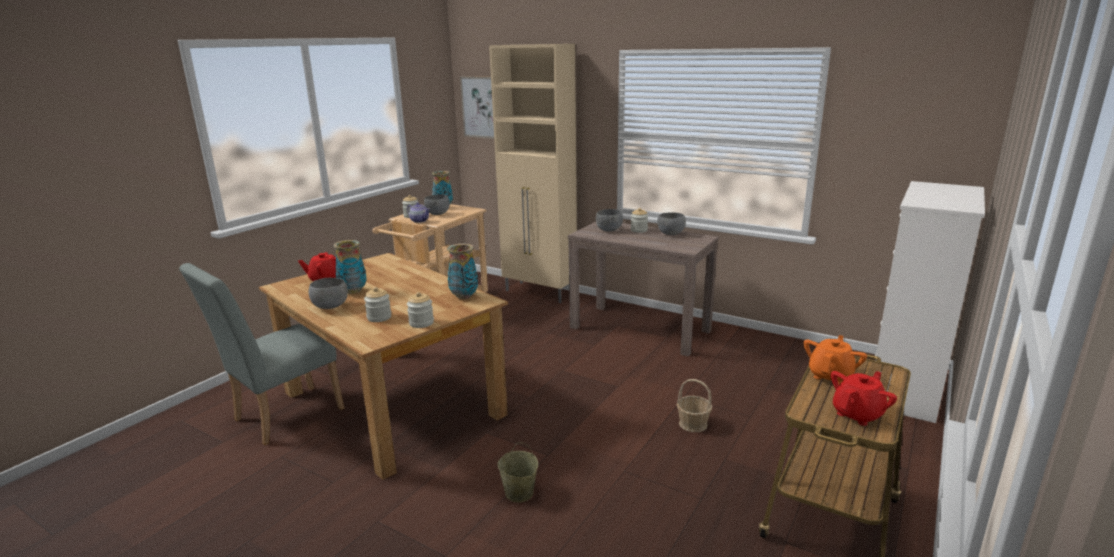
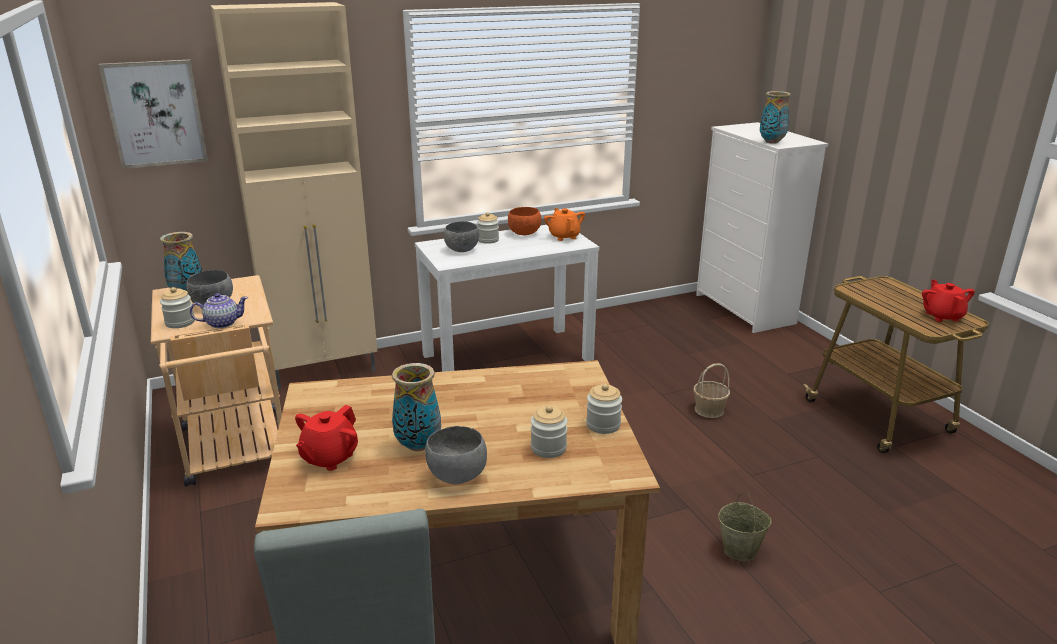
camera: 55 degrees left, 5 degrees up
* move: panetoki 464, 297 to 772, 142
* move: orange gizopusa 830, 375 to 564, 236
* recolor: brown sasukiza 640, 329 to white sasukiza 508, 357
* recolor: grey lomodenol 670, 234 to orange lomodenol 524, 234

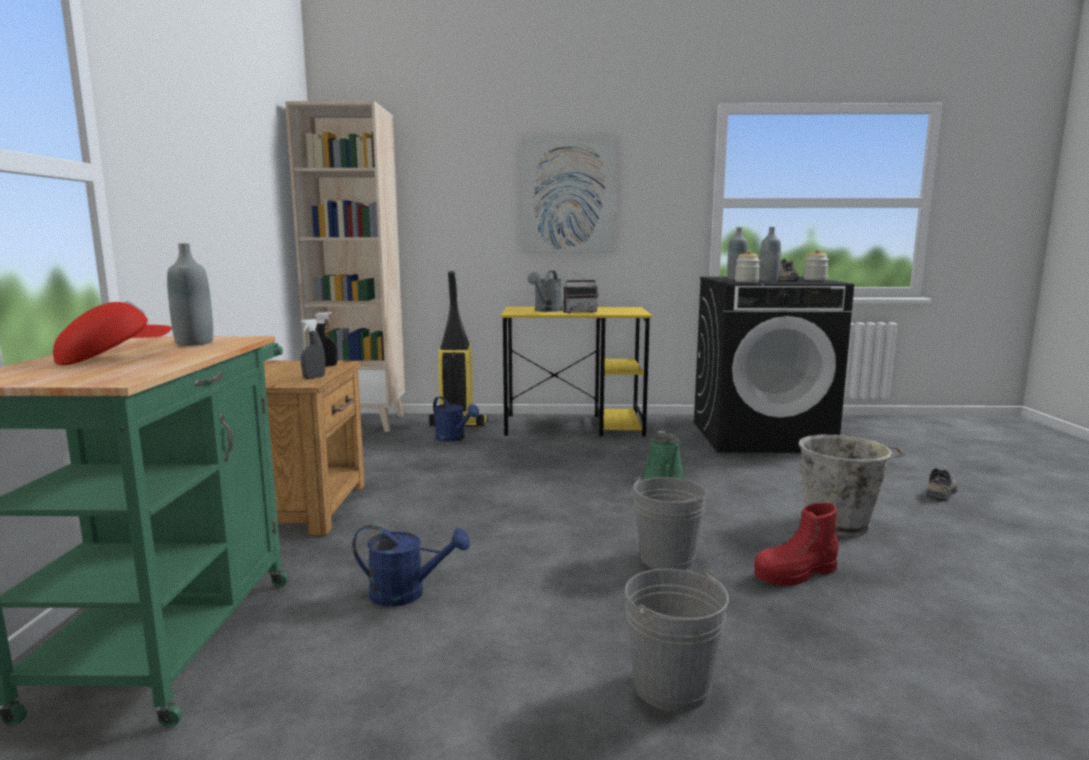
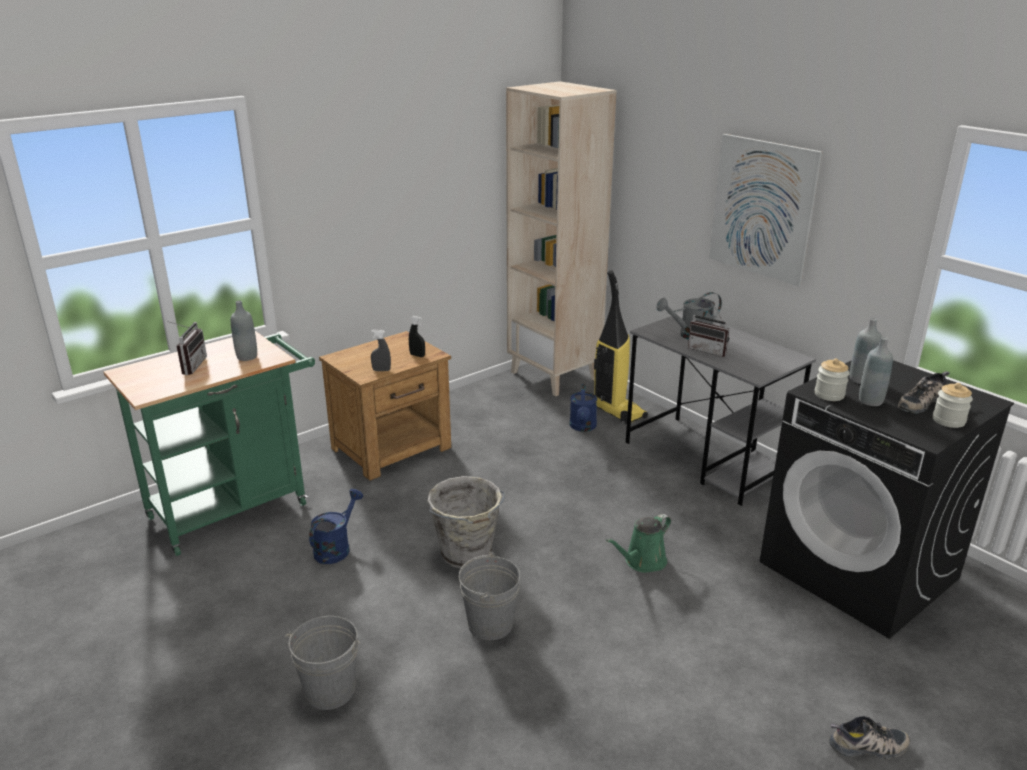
camera: 50 degrees right, 15 degrees up
* delete: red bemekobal 795, 574
* move: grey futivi 840, 524 to 467, 554
* replace: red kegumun 114, 358 to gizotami 189, 366
* recolor: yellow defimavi 575, 425 to grey defimavi 707, 459
* rotate: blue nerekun 407, 593 = 336, 548 120 degrees counterclockwise

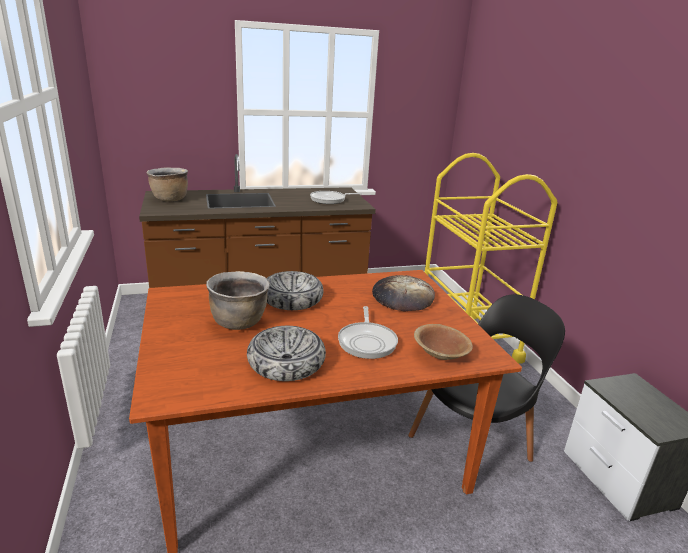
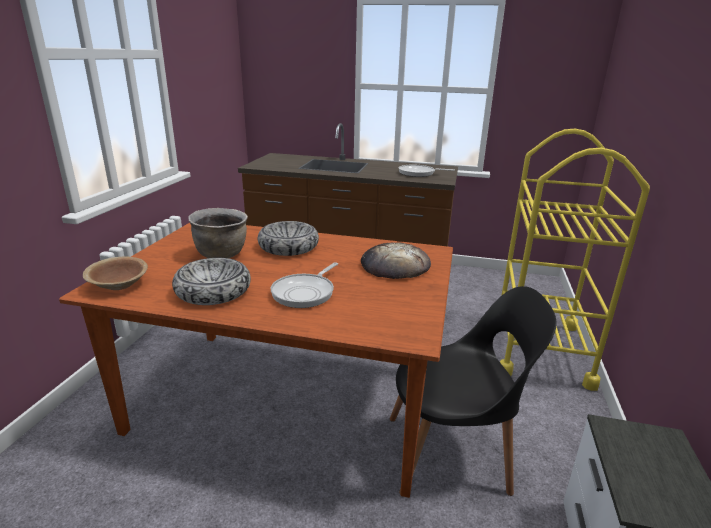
camera: 30 degrees right, 0 degrees up
* delete: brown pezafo 169, 199
* move: brown lomodenol 440, 354 to 119, 285

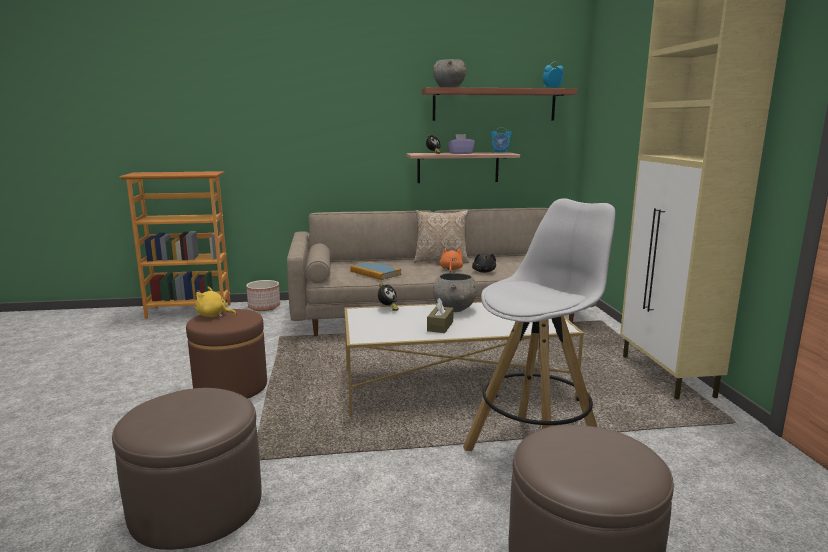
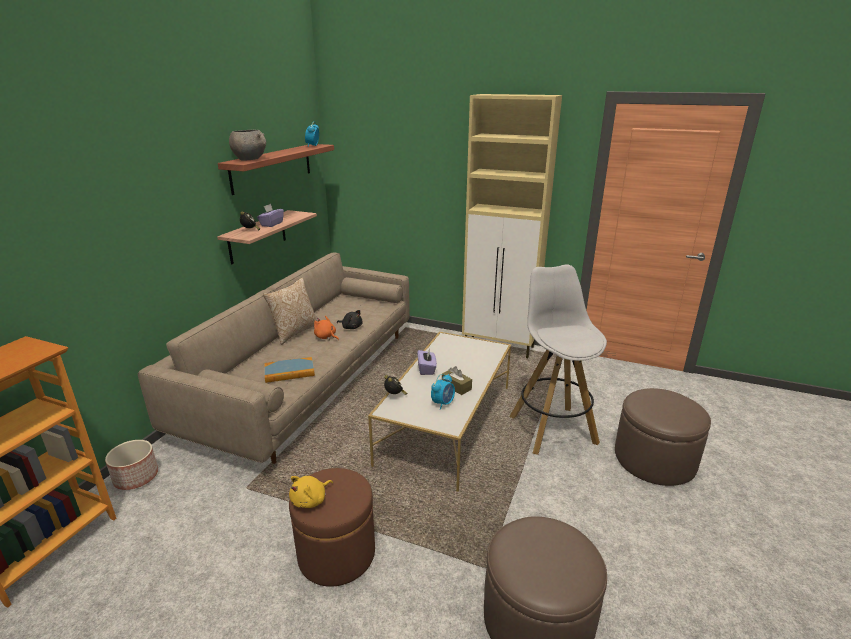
camera: 60 degrees left, 10 degrees up
* move: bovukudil 500, 153 to 443, 403
* replace: grey lomodenol 454, 309 to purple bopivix 426, 369

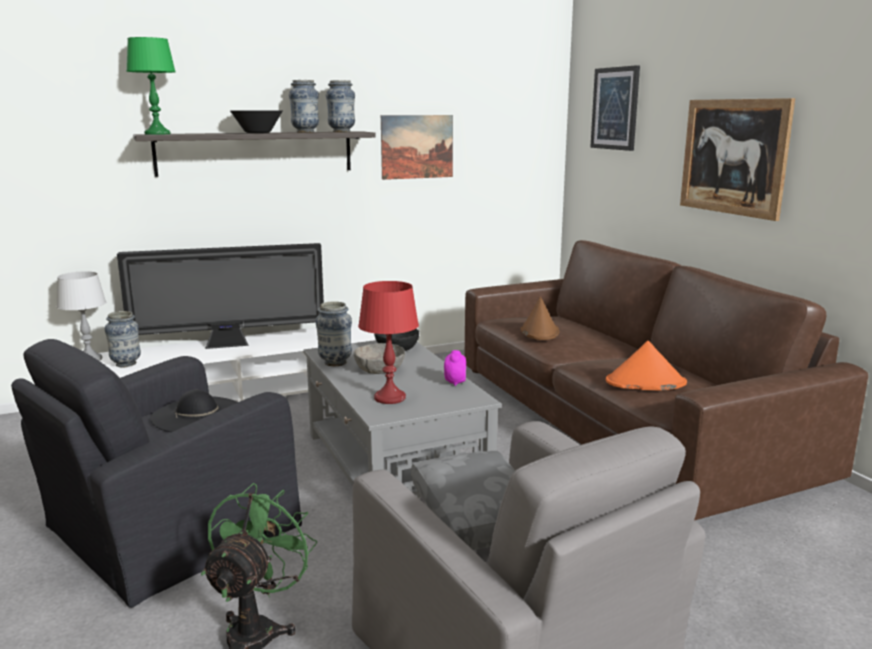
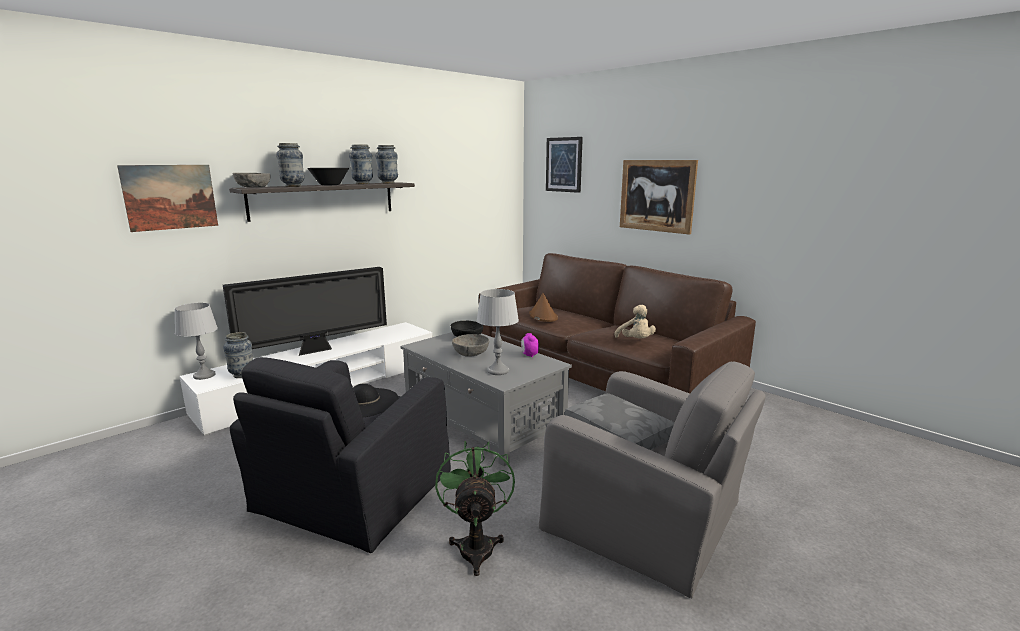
camera: 20 degrees left, 0 degrees up
* move: panetoki 335, 363 to 293, 186
* move: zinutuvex 417, 147 to 170, 197
* replace: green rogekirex 157, 134 to grey lomodenol 253, 187
* replace: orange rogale 645, 382 to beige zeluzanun 635, 341
* recolor: red rogekirex 390, 398 to grey rogekirex 498, 371

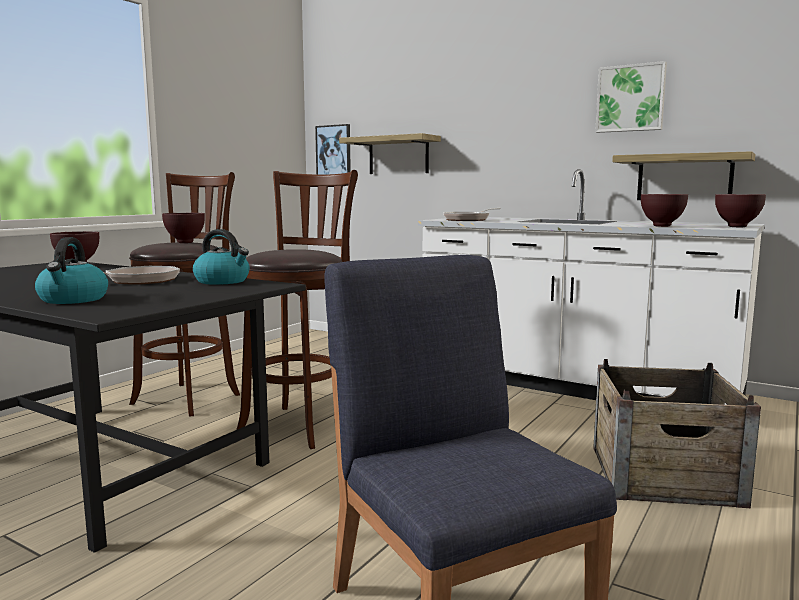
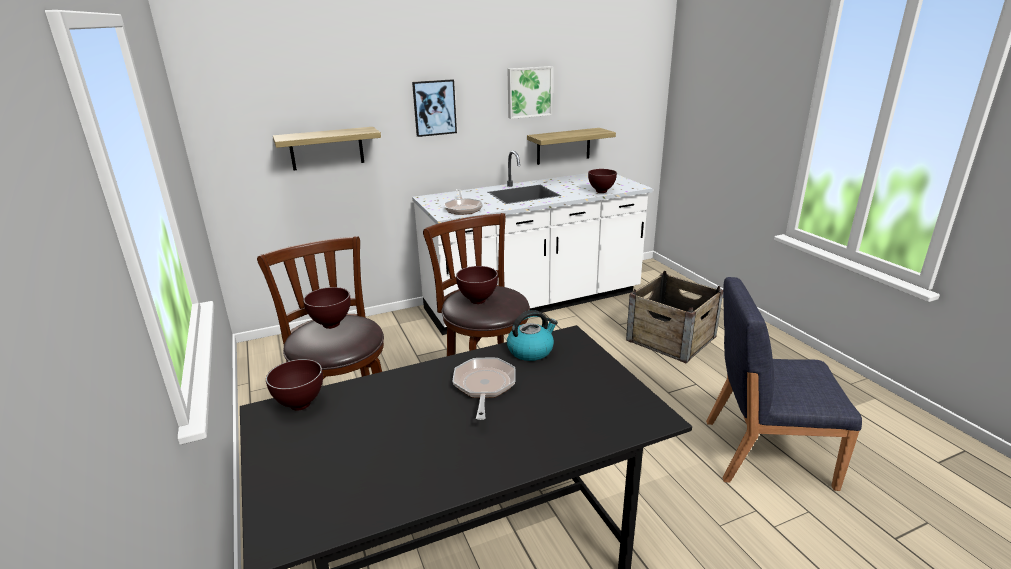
camera: 55 degrees left, 15 degrees up
* delete: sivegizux 73, 299
* move: zinutuvex 334, 151 to 434, 108
* move: brown lomodenol 736, 227 to 477, 301

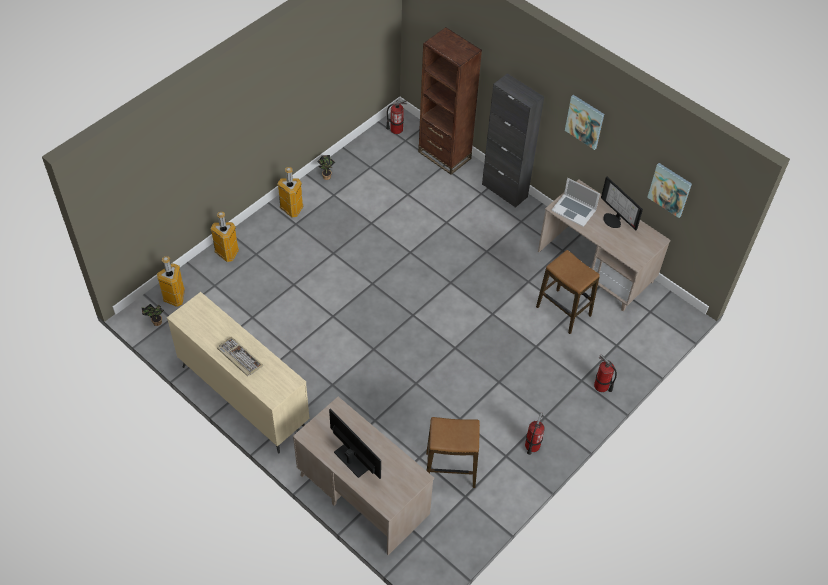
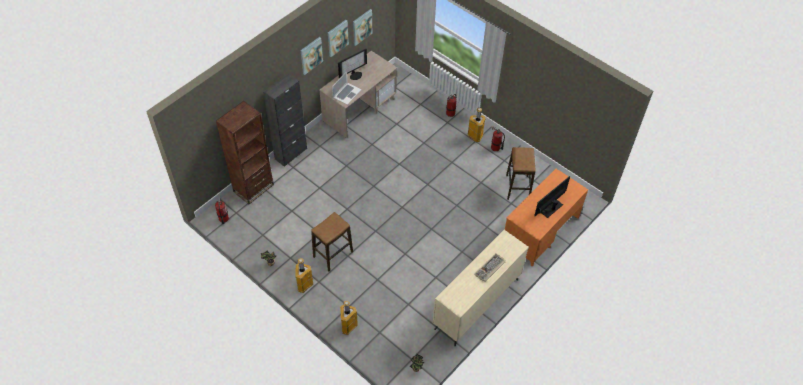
camera: 90 degrees left, 0 degrees up
* insert: zinutuvex 337, 37
* move: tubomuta 175, 297 to 475, 136
* move: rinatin 563, 311 to 333, 254
* recolor: beige defimavi 362, 494 to orange defimavi 540, 232

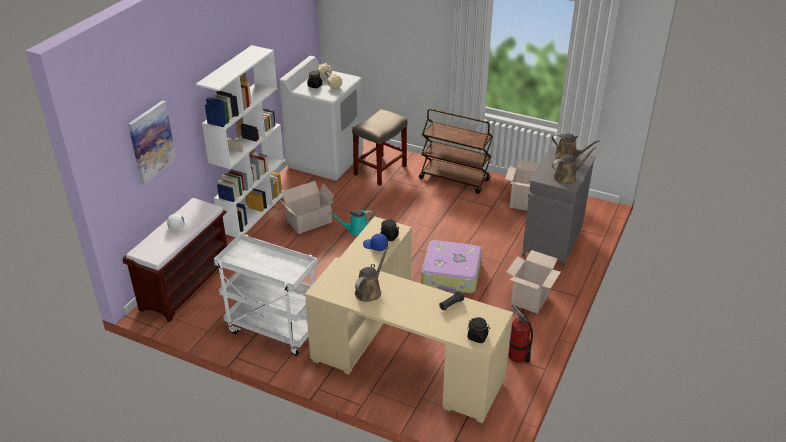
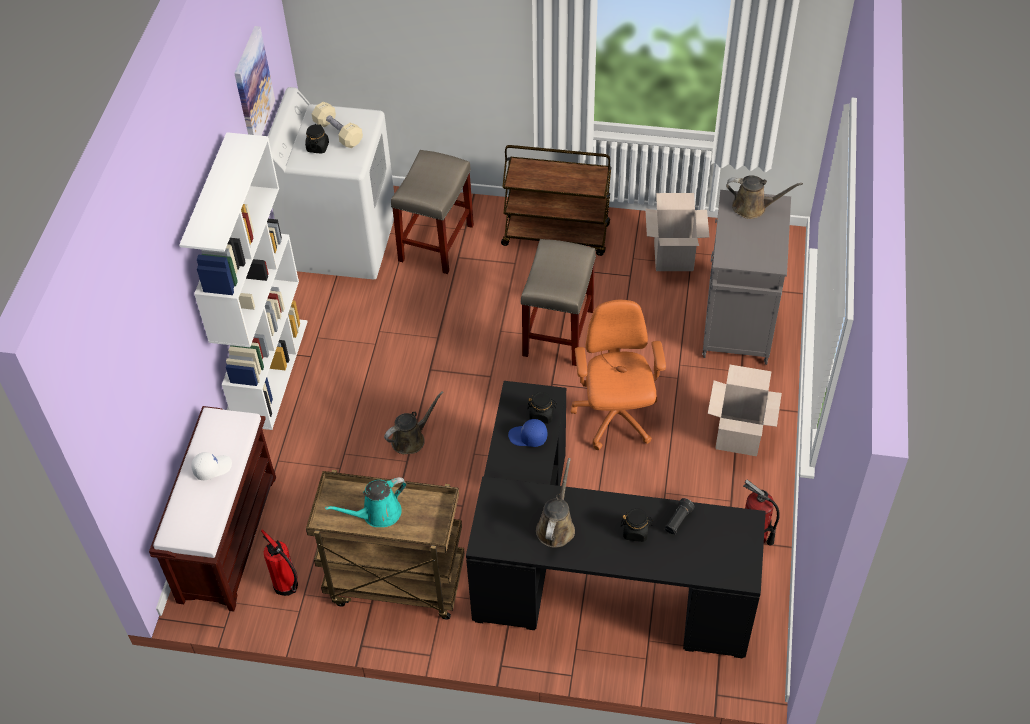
camera: 15 degrees left, 15 degrees up
* delete: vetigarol 308, 222
* insert: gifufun 287, 587
* insert: beige rinatin 558, 333
* move: zinutuvex 151, 141 to 252, 87
* move: turquoise nerekun 356, 230 to 377, 514
* move: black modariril 477, 337 to 636, 531
* move: brown nerekun 567, 177 to 411, 439
* replace: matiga 451, 275 to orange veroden 615, 418
* recolor: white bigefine 272, 330 to brown bigefine 394, 584
* recolor: beige defimavi 397, 352 to black defimavi 588, 575

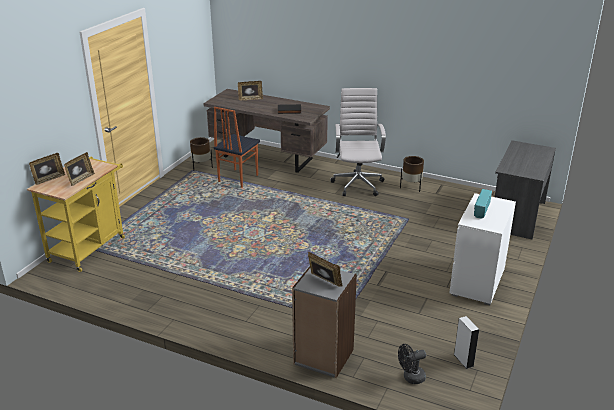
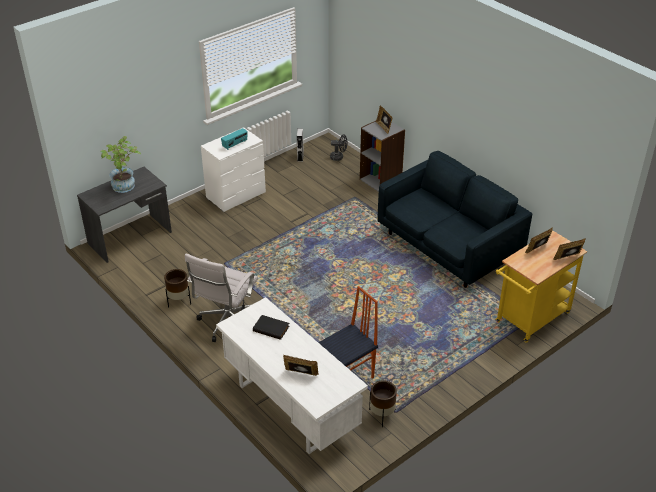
camera: 155 degrees left, 10 degrees up
* insert: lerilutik 125, 187
* insert: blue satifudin 448, 246
* recolor: brown defimavi 268, 157 to white defimavi 290, 407

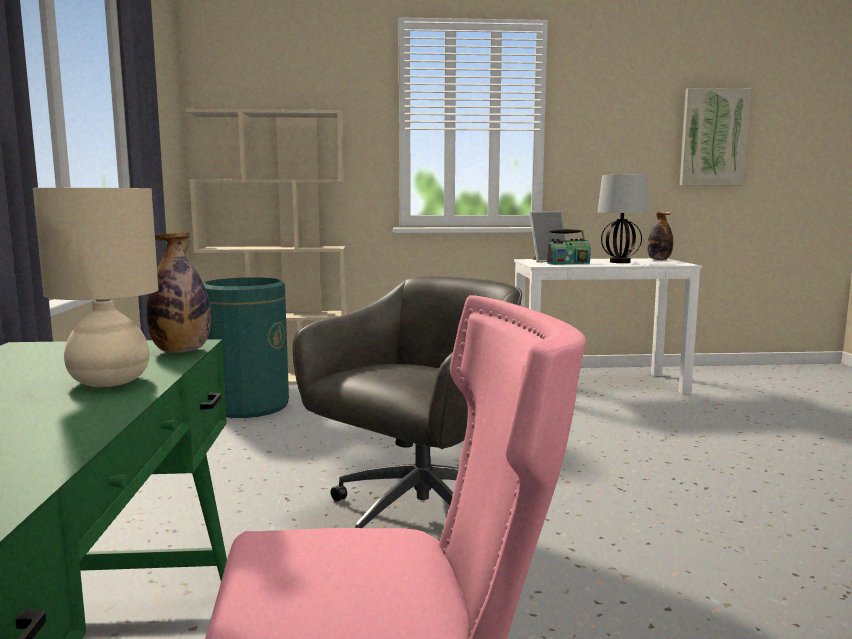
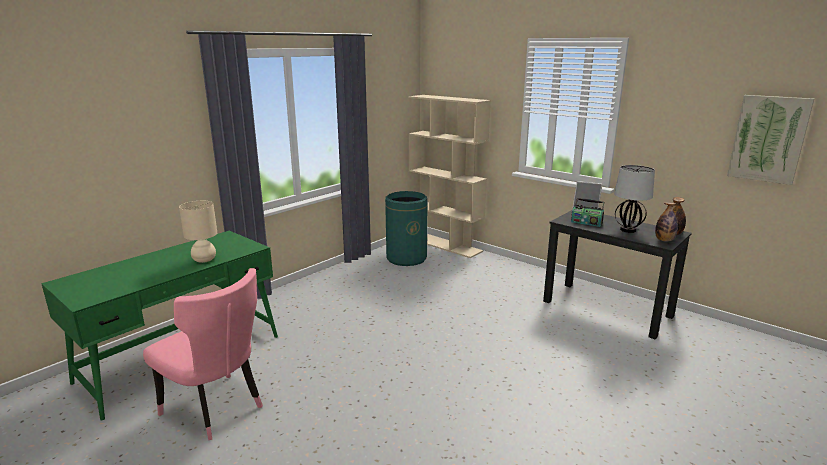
camera: 45 degrees right, 10 degrees up
* delete: grey veroden 417, 518
* move: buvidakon 181, 351 to 664, 240
* recolor: white defimavi 598, 384 to black defimavi 607, 309

